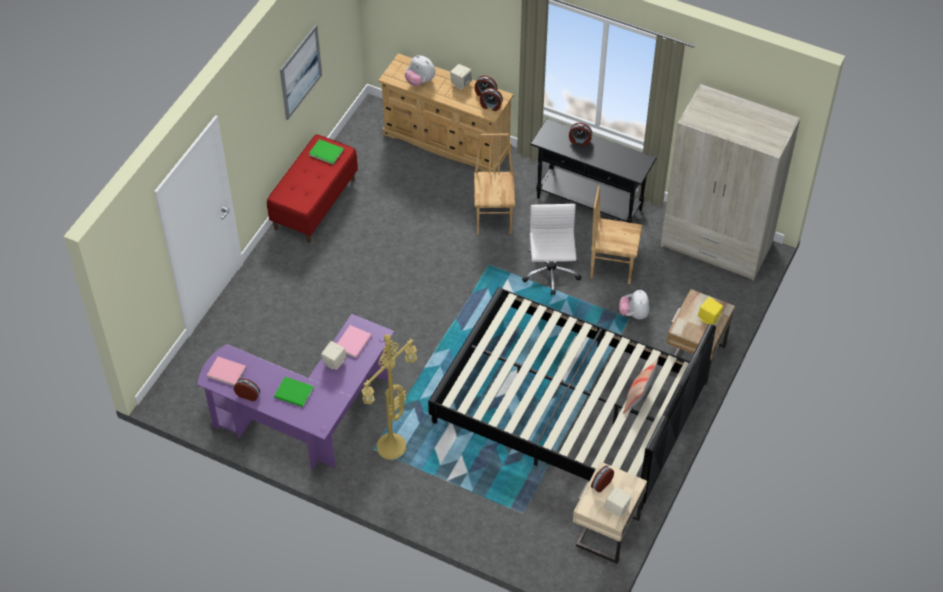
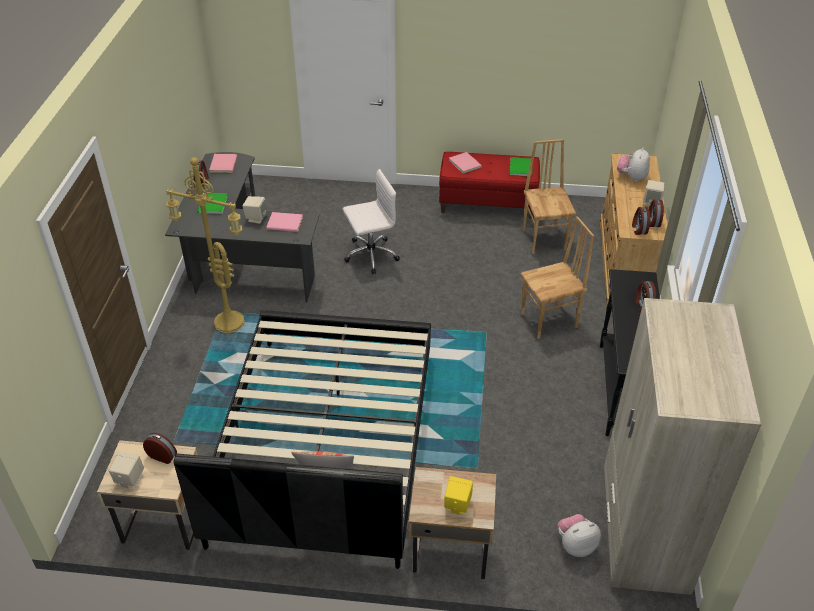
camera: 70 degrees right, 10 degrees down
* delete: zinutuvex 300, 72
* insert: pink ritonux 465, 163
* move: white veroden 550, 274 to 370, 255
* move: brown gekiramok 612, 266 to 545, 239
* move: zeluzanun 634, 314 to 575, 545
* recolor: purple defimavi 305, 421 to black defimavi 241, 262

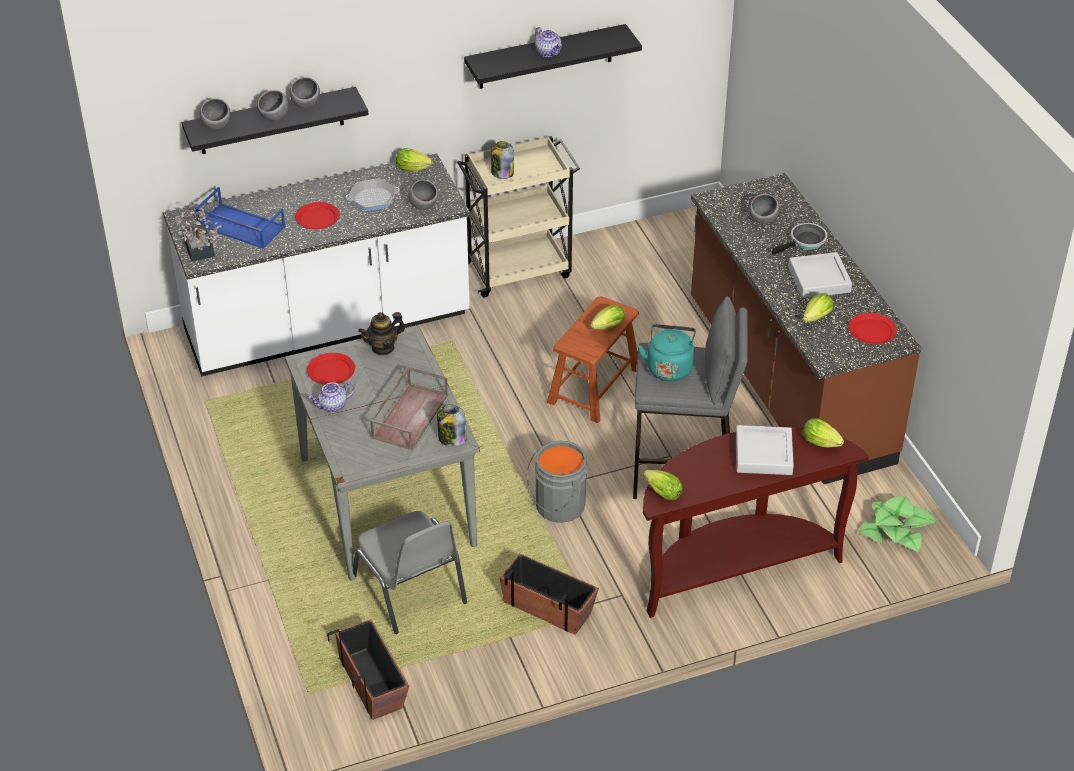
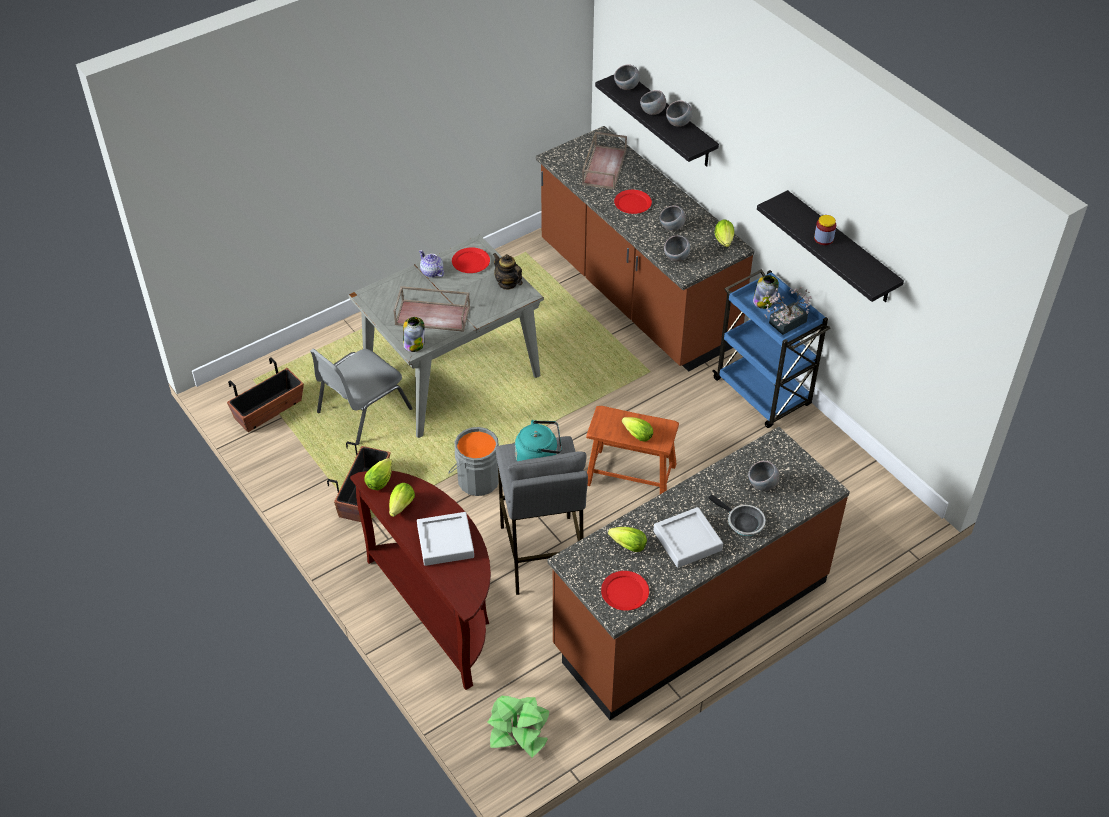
camera: 75 degrees right, 5 degrees up
* move: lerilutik 199, 251 to 784, 324
* move: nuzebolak 822, 443 to 400, 508
* replace: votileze 373, 199 to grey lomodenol 672, 227
* replace: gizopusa 548, 52 to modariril 823, 239
* recolor: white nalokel 327, 326 to brown nalokel 636, 295
* recolor: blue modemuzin 240, 226 to brown modemuzin 603, 166
* recolor: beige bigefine 519, 269 to blue bigefine 763, 393

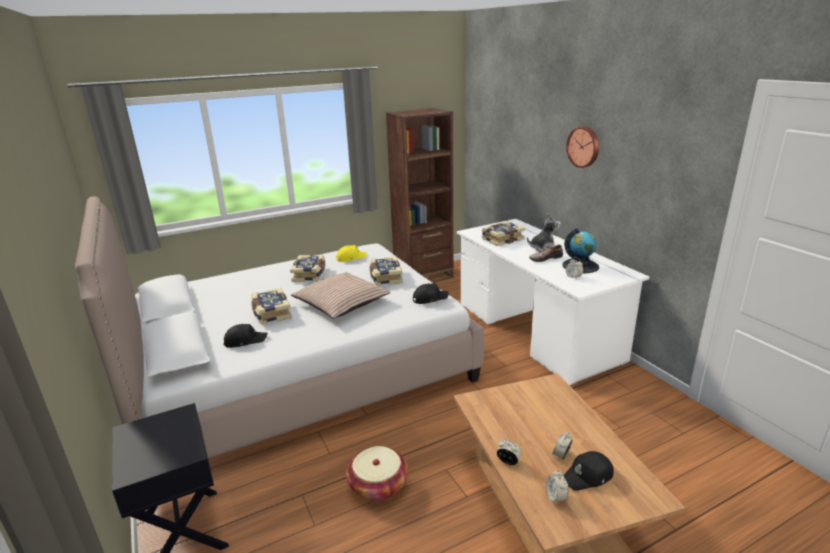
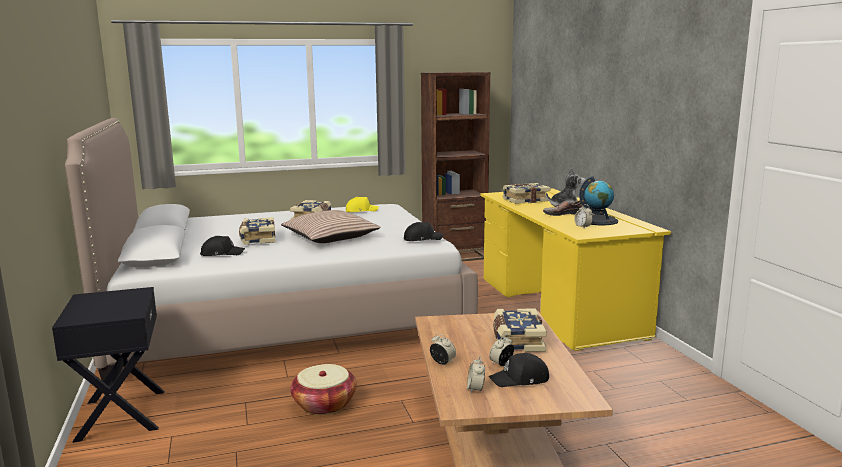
camera: 10 degrees right, 10 degrees down
* delete: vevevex 584, 147
* move: ritonux 385, 277 to 517, 340
* recolor: white defimavi 536, 331 to yellow defimavi 559, 306

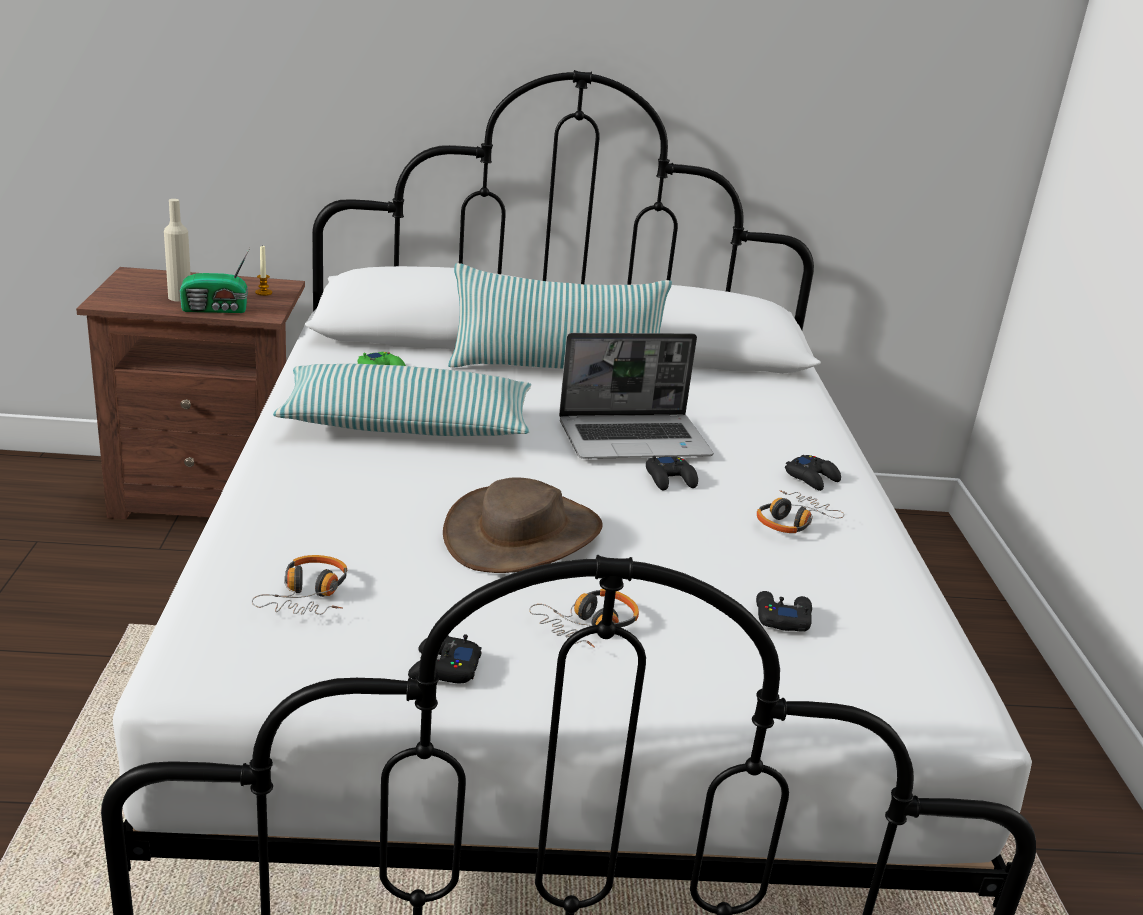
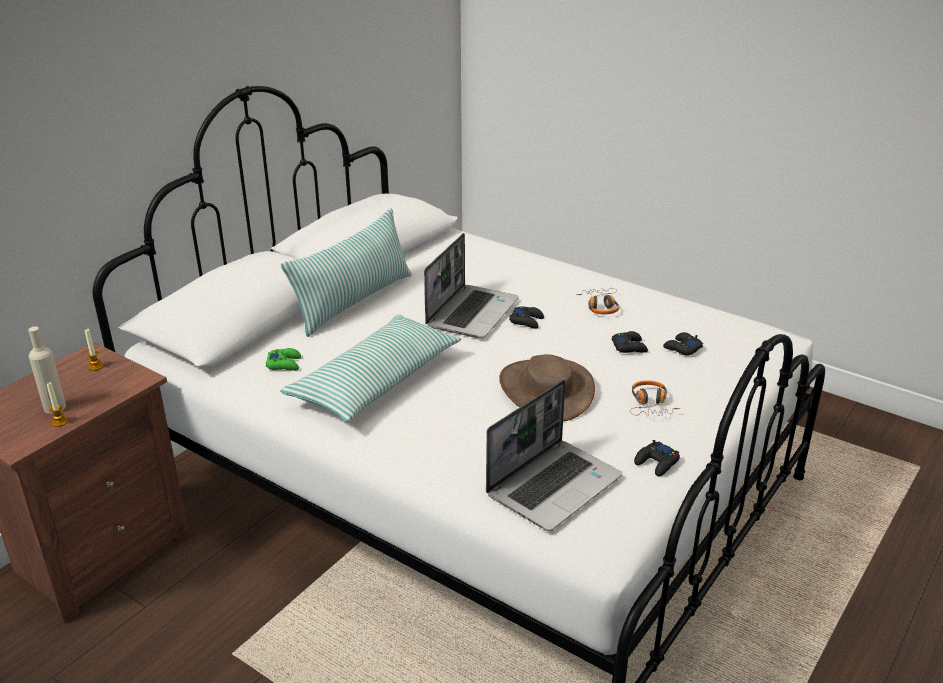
camera: 50 degrees left, 5 degrees up
* delete: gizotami 216, 309
* insert: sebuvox 59, 422
* move: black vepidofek 812, 478 to 629, 347
* replace: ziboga 308, 596 to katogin 554, 485

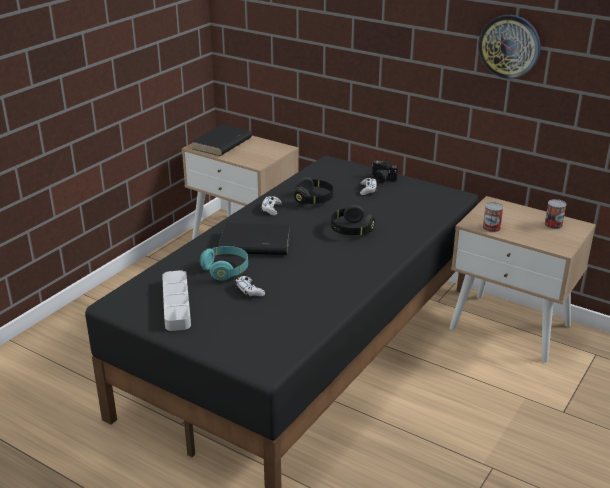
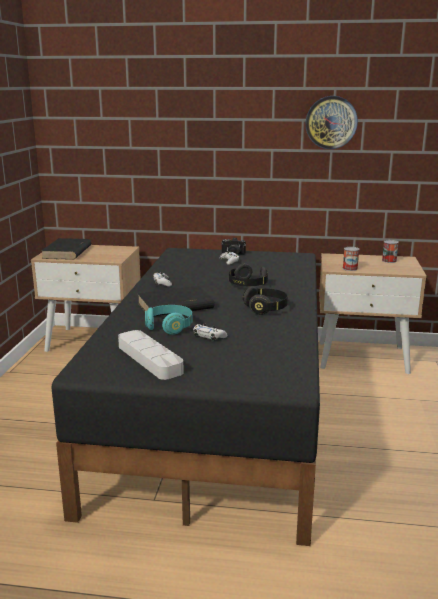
camera: 25 degrees left, 10 degrees down
* move: black ziboga 314, 199 to 266, 308

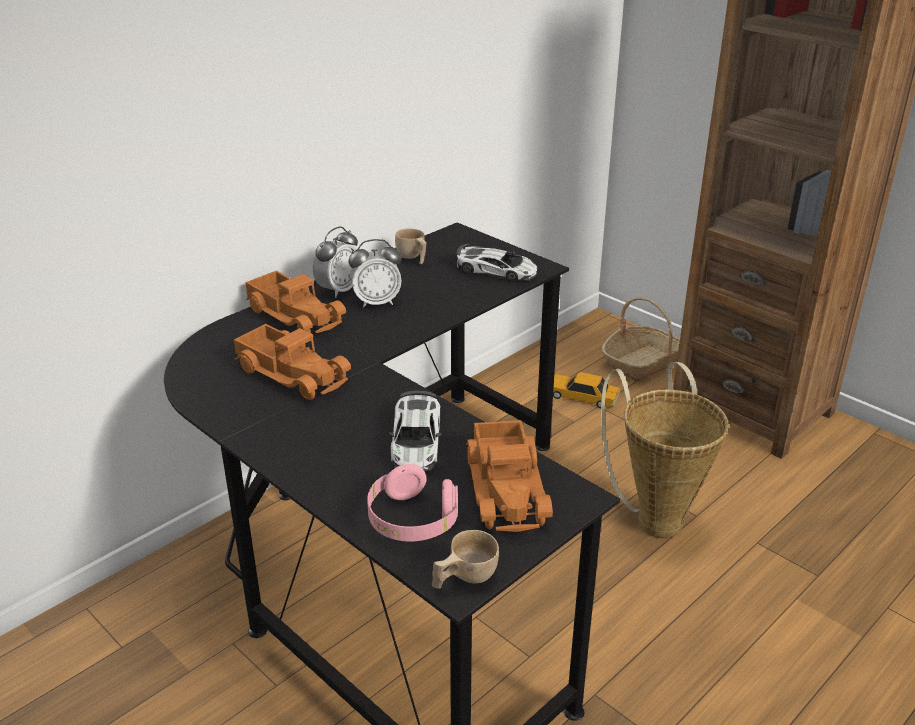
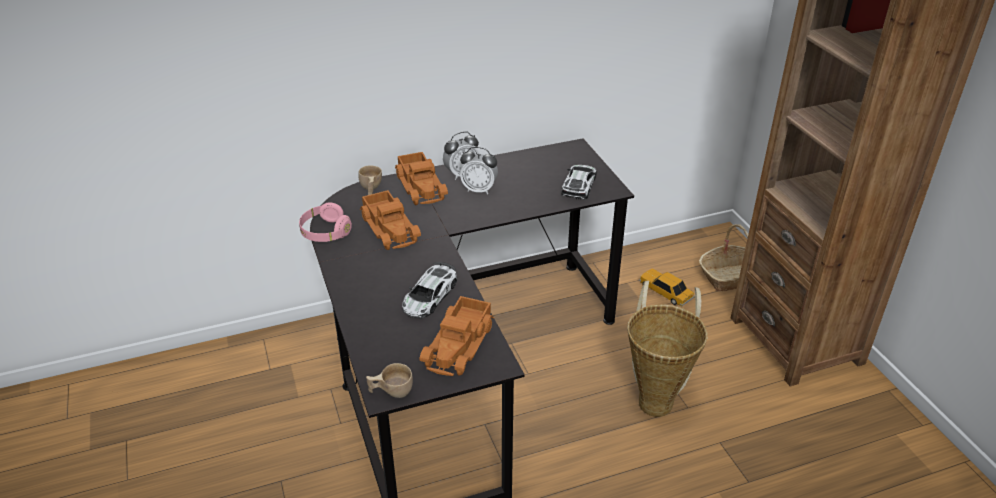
camera: 25 degrees right, 5 degrees up
* move: pink ziboga 412, 520 to 325, 233
* move: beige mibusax 412, 258 to 370, 189
* rotate: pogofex 496, 271 = 579, 185 120 degrees counterclockwise

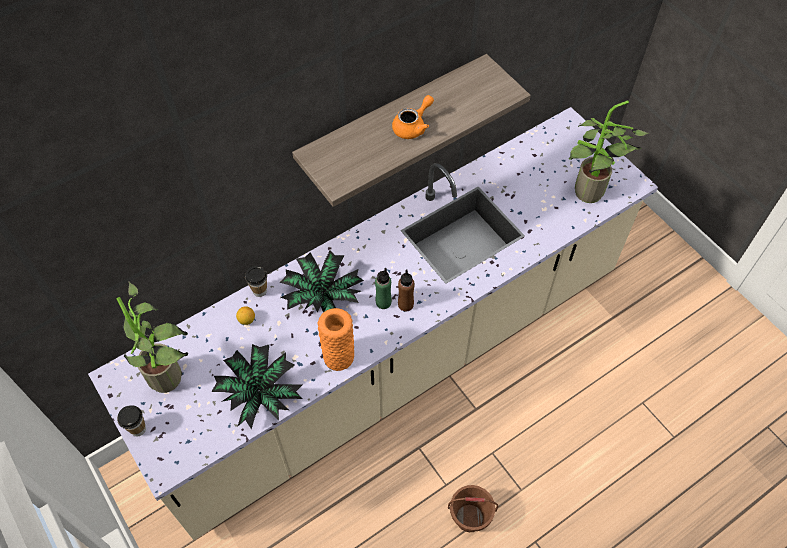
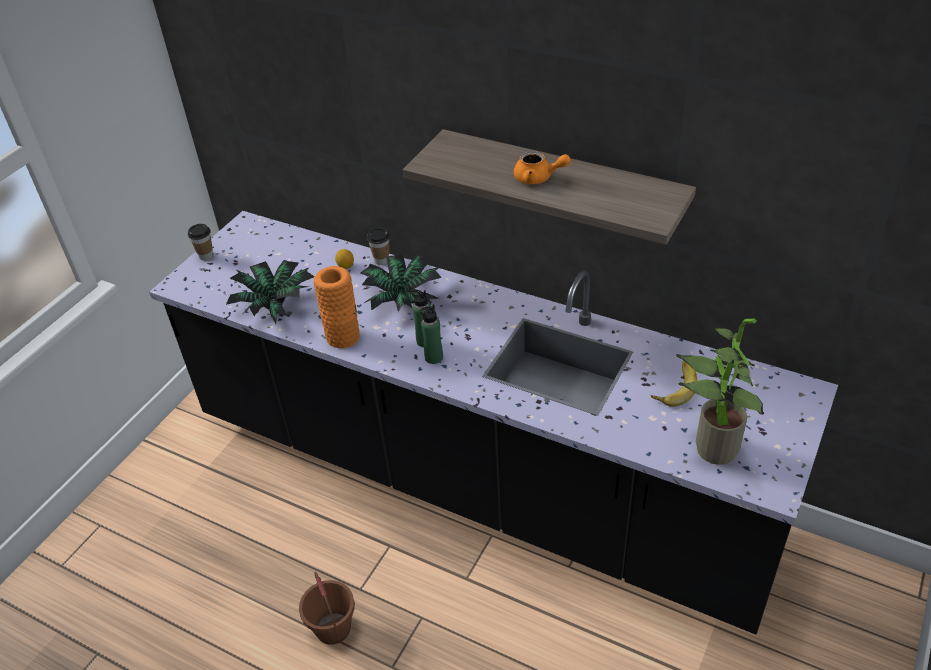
camera: 65 degrees right, 15 degrees down
* delete: lerilutik 171, 377
* insert: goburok 674, 385
* recolor: beige nalokel 393, 361 to black nalokel 475, 479
* recolor: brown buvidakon 405, 304 to green buvidakon 433, 357

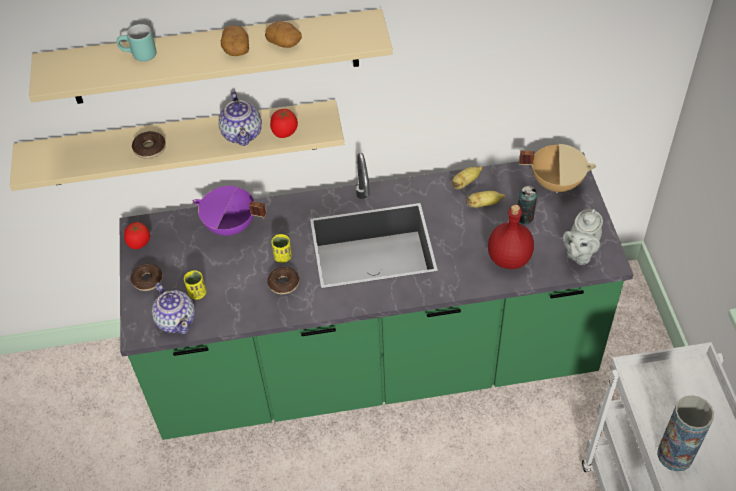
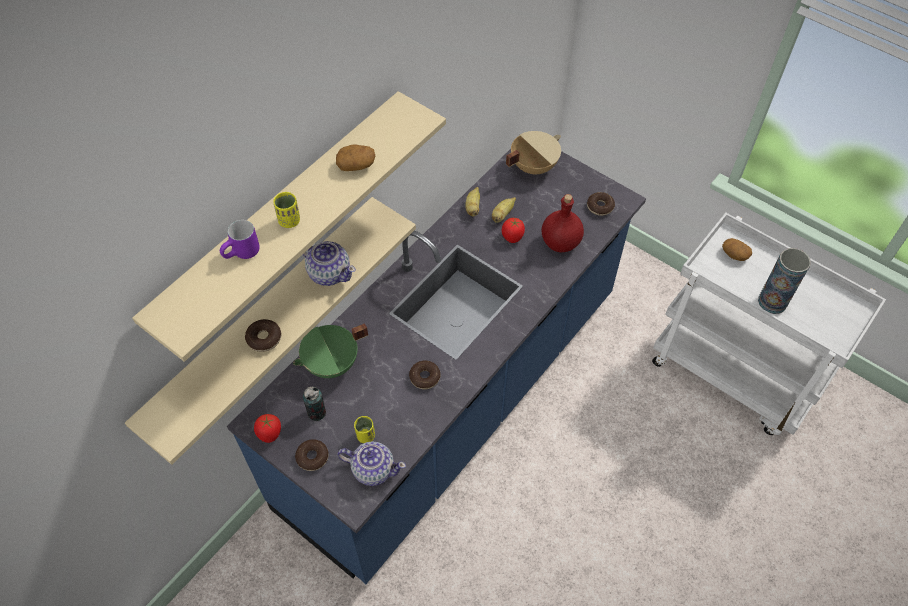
camera: 45 degrees left, 5 degrees up
* move: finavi 236, 49 to 734, 254
* move: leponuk 284, 133 to 512, 237
* move: yellow mibusax 283, 257 to 289, 221
* move: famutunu 524, 217 to 316, 412
* replace: grey gizopusa 579, 253 to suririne 600, 207
* recolor: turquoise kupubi 139, 56 to purple kupubi 243, 254
* recolor: green nalokel 374, 363 to blue nalokel 454, 401
* recolor: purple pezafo 230, 226 to green pezafo 332, 364

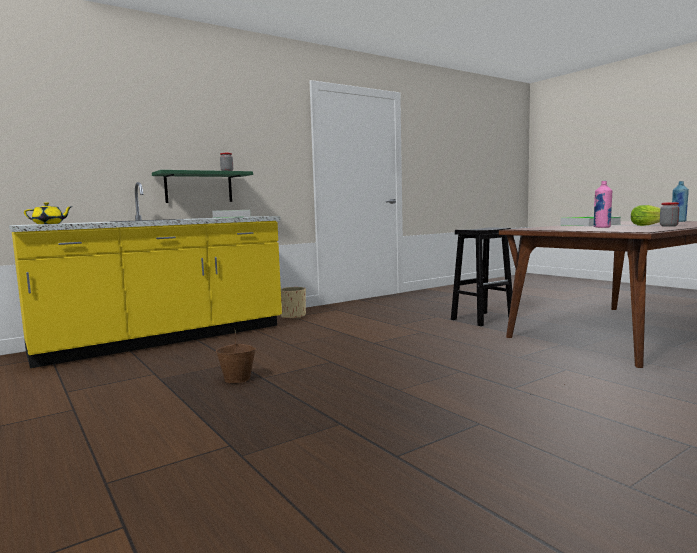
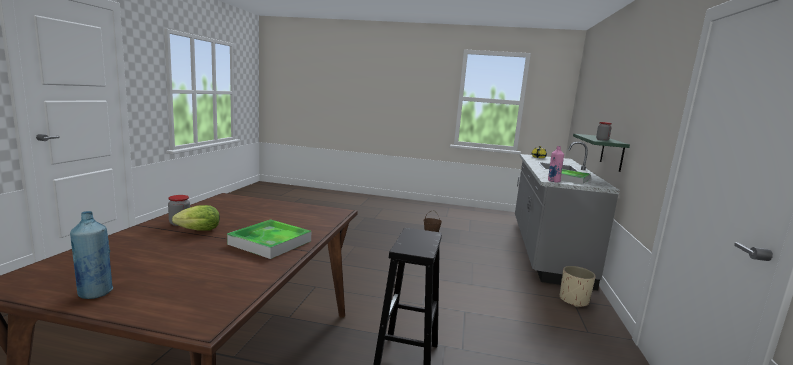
camera: 135 degrees right, 5 degrees up
* move: pink buvidakon 602, 227 to 553, 181
* recolor: yellow nalokel 163, 339 to grey nalokel 545, 249

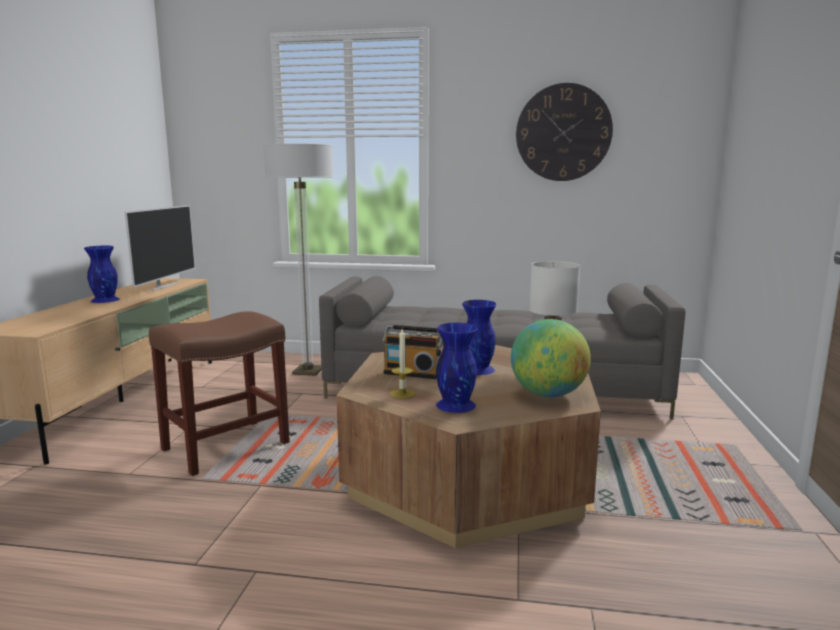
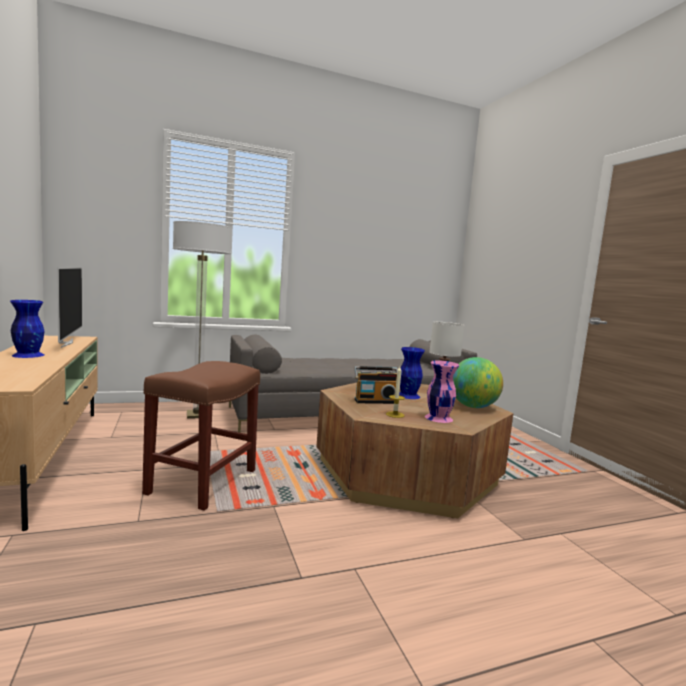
camera: 30 degrees left, 5 degrees down
* delete: vevevex 563, 132
* recolor: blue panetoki 455, 404 to pink panetoki 438, 418

